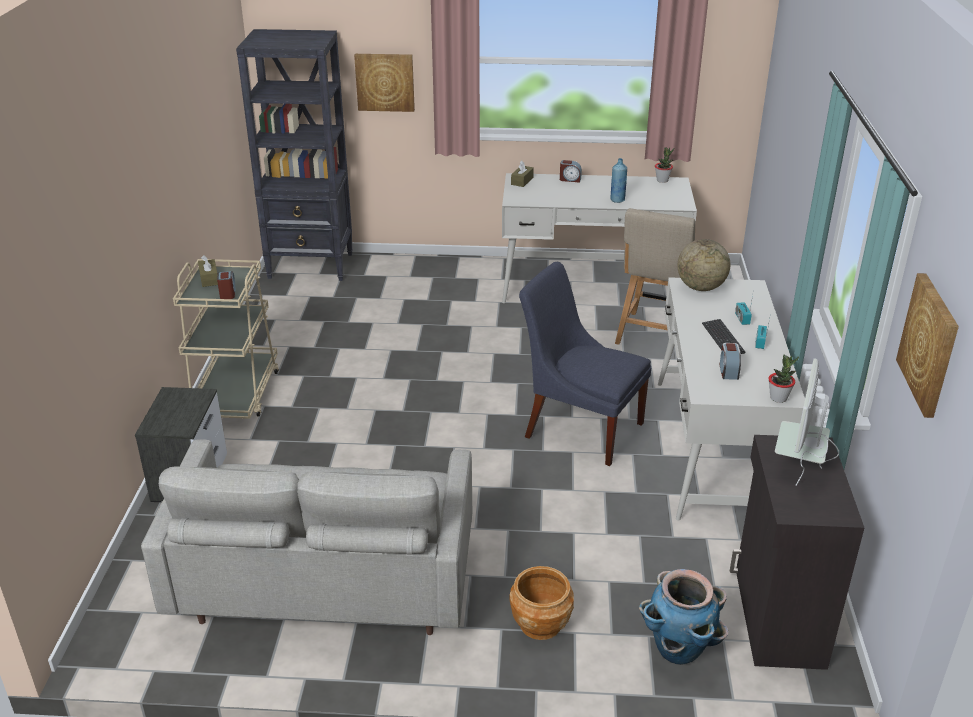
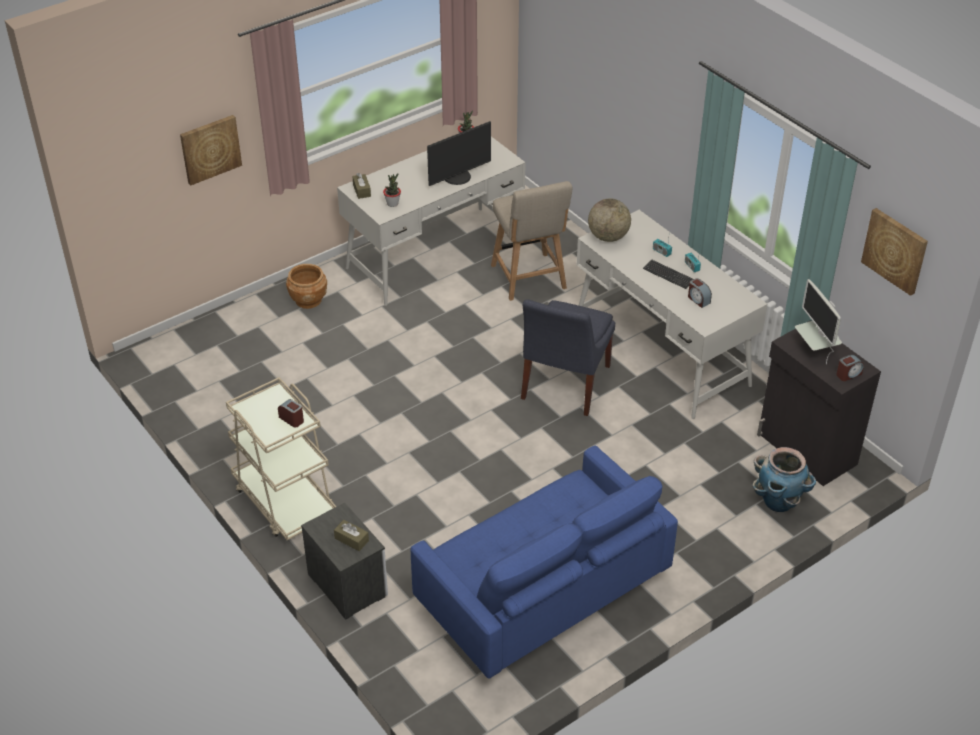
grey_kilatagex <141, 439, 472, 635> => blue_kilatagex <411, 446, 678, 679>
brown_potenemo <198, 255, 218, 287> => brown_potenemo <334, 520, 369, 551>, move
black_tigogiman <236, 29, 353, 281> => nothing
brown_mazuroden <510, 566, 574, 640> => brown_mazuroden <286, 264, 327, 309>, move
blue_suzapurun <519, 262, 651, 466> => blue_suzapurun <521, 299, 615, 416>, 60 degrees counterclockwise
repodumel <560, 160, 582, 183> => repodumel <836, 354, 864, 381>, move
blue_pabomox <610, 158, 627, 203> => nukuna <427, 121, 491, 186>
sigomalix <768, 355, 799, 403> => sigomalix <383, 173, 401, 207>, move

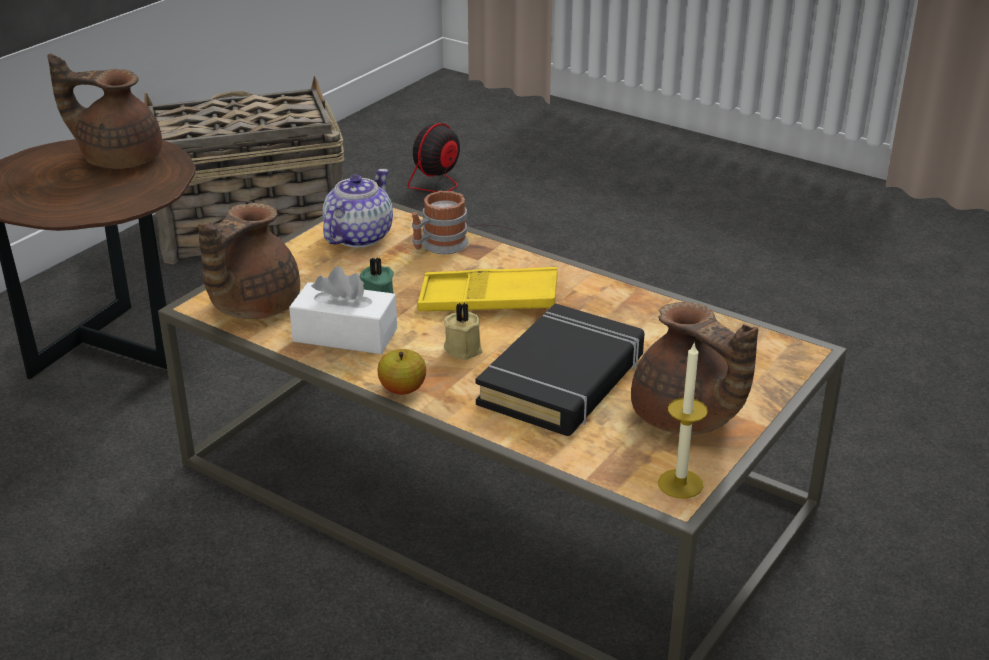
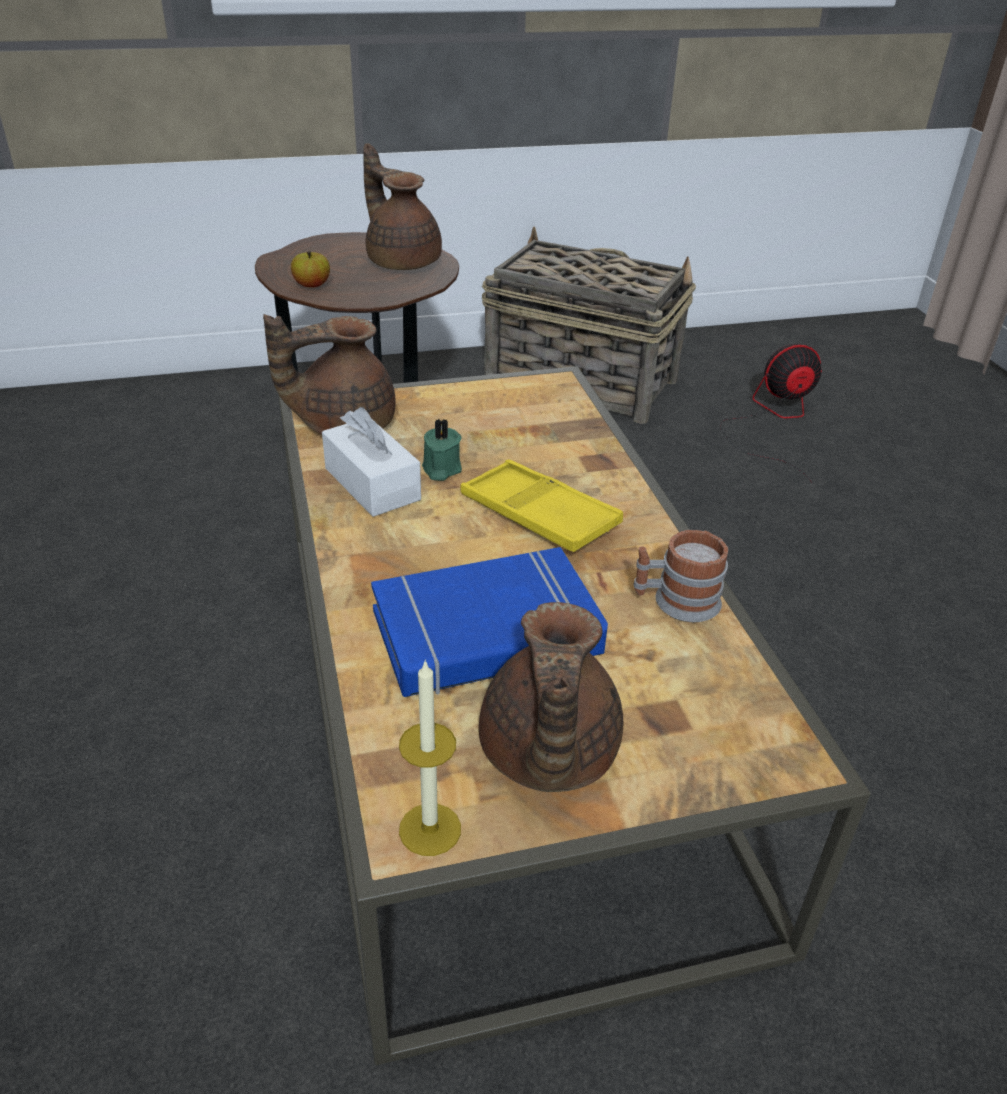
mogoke <322, 169, 393, 248> => nothing
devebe <377, 349, 426, 395> => devebe <291, 251, 330, 288>, move
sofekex <412, 191, 469, 254> => sofekex <633, 530, 728, 622>, move
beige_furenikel <443, 303, 482, 360> => nothing
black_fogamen <475, 303, 644, 436> => blue_fogamen <371, 547, 608, 697>

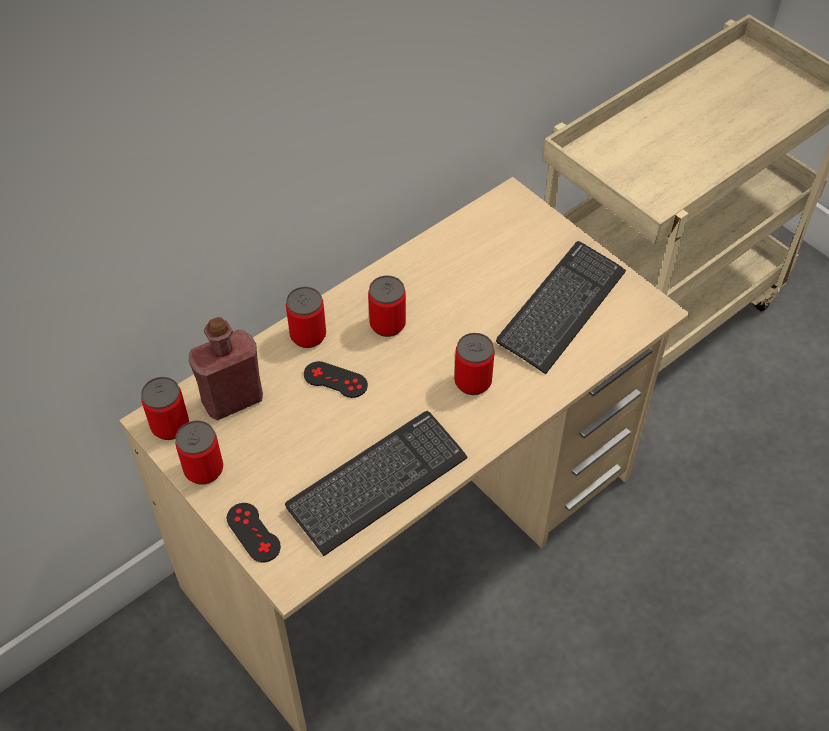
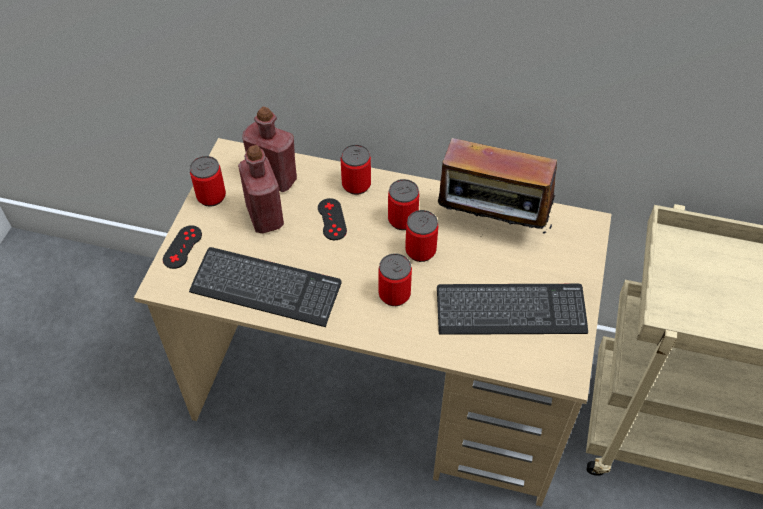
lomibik <141, 377, 189, 440> => lomibik <405, 210, 438, 262>, move
nothing => red_pabomox <238, 145, 284, 233>
nothing => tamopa <438, 131, 557, 235>

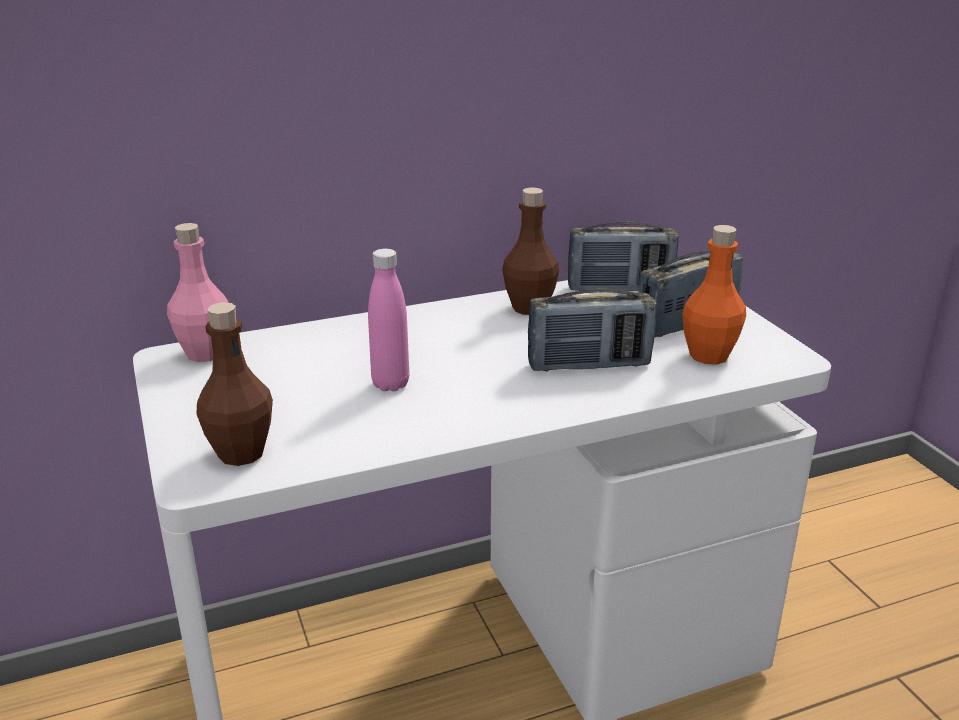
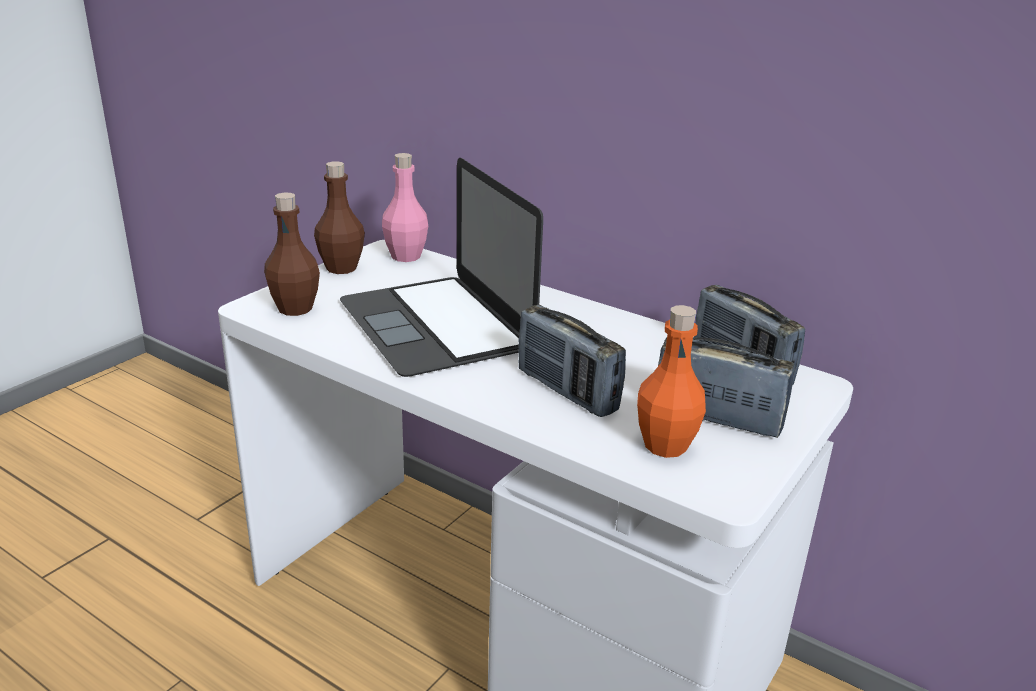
pink_pabomox <368, 249, 409, 392> => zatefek <340, 158, 543, 377>
brown_pabomox <502, 188, 559, 315> => brown_pabomox <314, 161, 365, 274>, move

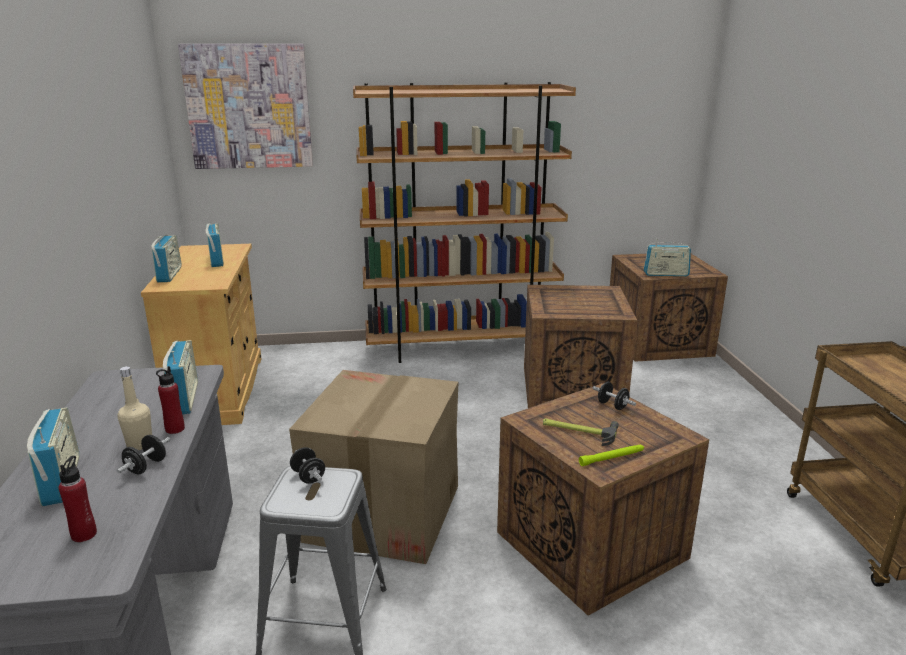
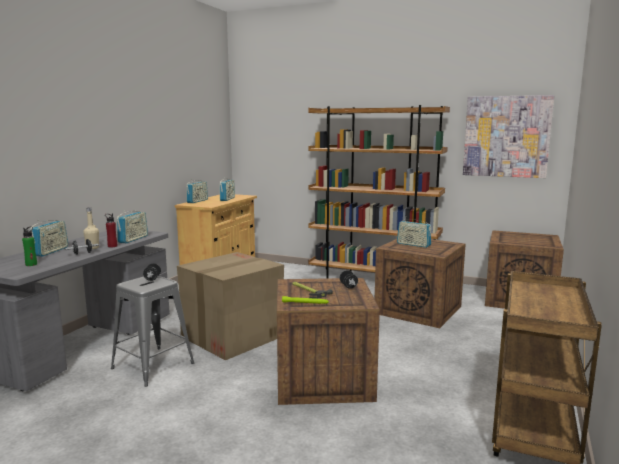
red_pabomox <59, 456, 97, 542> => green_pabomox <22, 226, 37, 266>
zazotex <178, 44, 313, 169> => zazotex <463, 95, 554, 178>, move
tamopa <644, 239, 691, 276> => tamopa <397, 216, 431, 248>, move

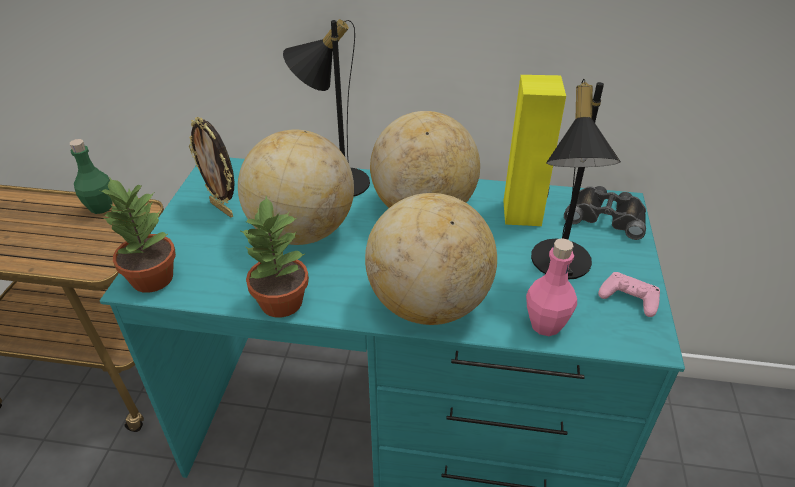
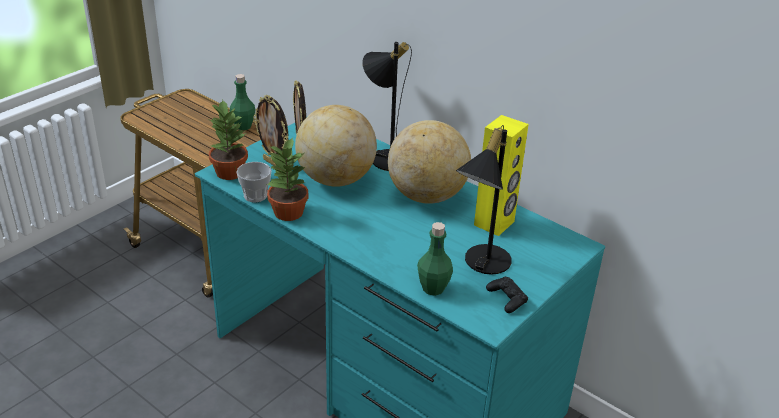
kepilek <365, 193, 497, 325> => nothing
pink_pabomox <526, 238, 577, 336> => green_pabomox <417, 222, 453, 296>
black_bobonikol <564, 186, 646, 240> => nothing
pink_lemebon <598, 272, 660, 317> => black_lemebon <486, 277, 528, 313>
nothing => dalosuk <236, 162, 272, 203>
nothing => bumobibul <253, 95, 289, 166>

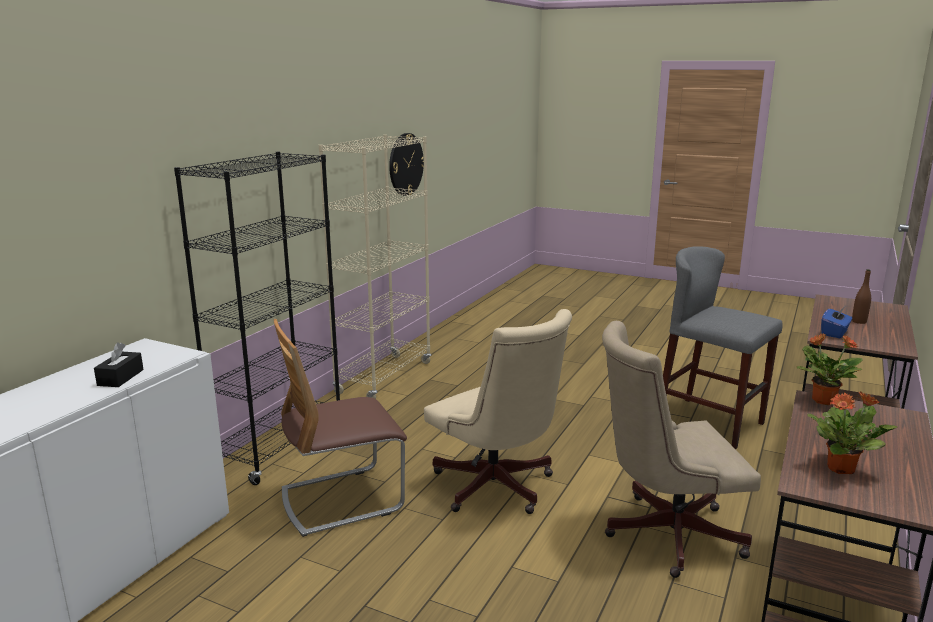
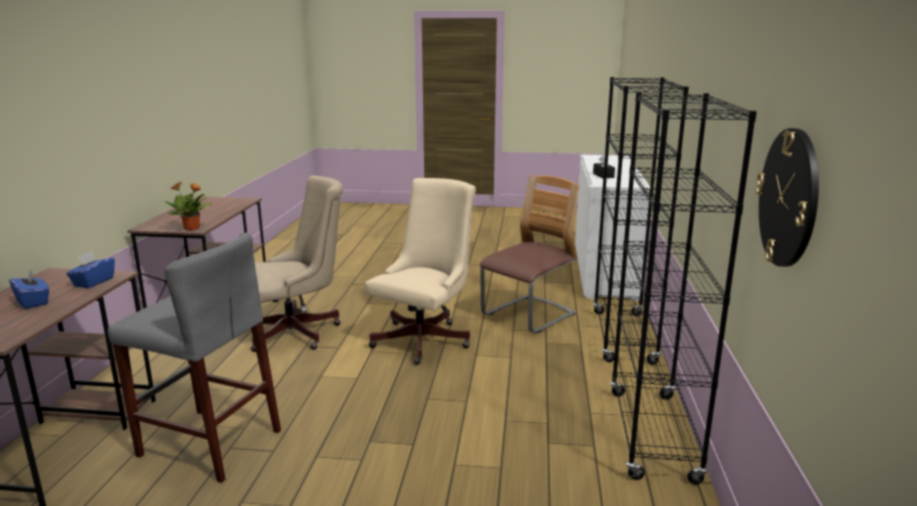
beige_tigogiman <319, 135, 431, 399> => black_tigogiman <610, 92, 757, 484>
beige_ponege <424, 309, 572, 514> => beige_ponege <365, 178, 476, 365>, 90 degrees clockwise
sigomalix <807, 391, 897, 474> => nothing
brown_pabomox <852, 269, 871, 324> => blue_potenemo <9, 270, 49, 309>

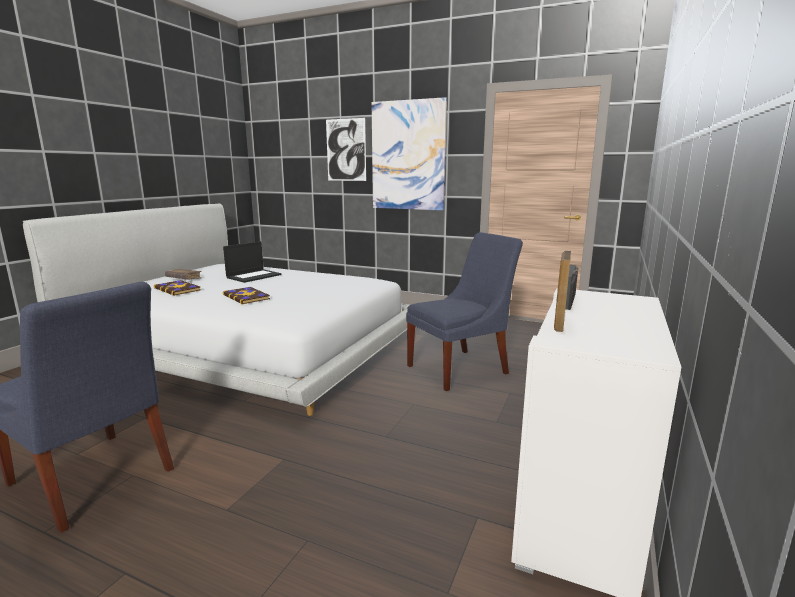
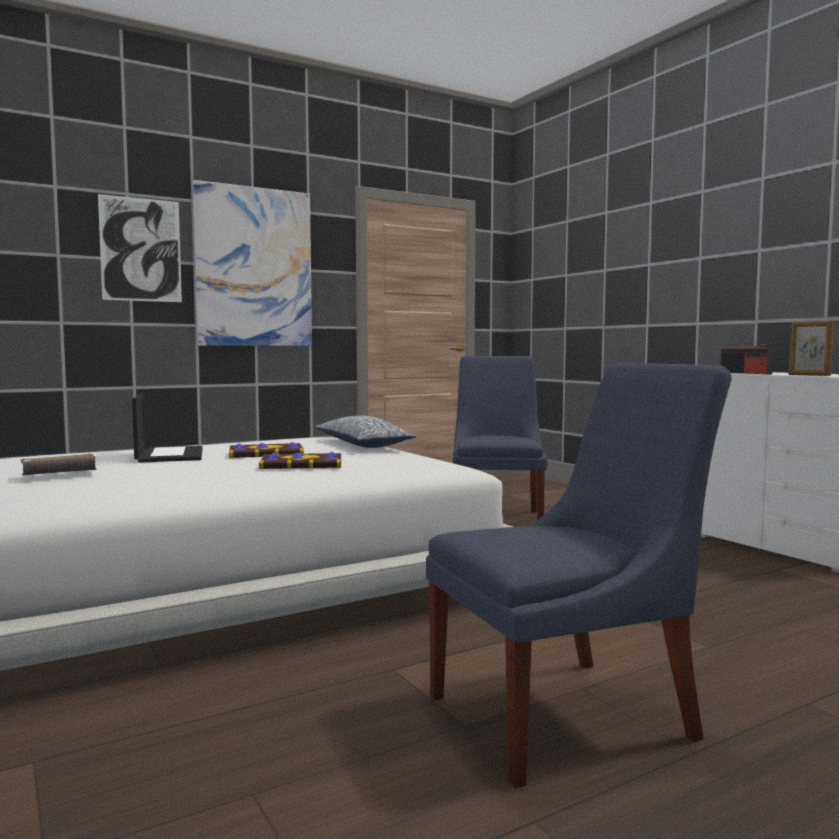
fogamen <154, 280, 201, 296> => fogamen <229, 442, 304, 458>, move
nothing => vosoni <315, 416, 416, 448>

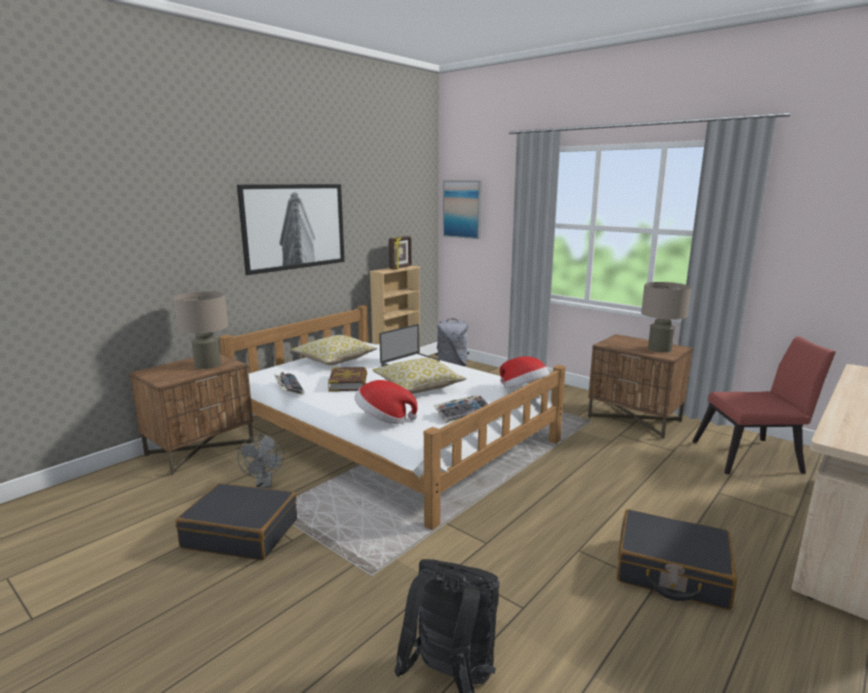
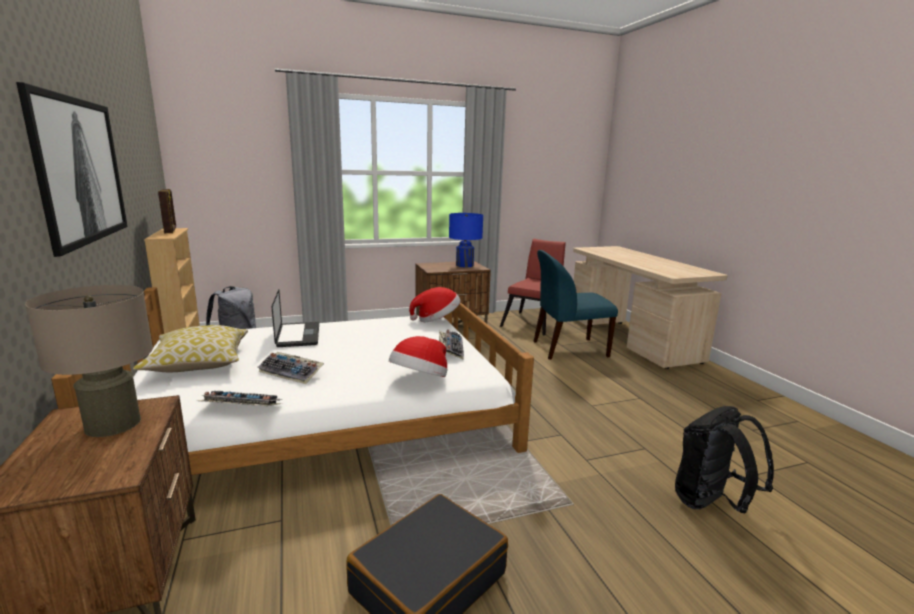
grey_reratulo <237, 435, 284, 488> => nothing
fogamen <328, 367, 367, 392> => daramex <257, 352, 324, 384>
vosoni <372, 358, 467, 394> => nothing
zazotex <443, 180, 482, 239> => nothing
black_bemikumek <617, 509, 737, 610> => nothing
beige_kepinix <641, 282, 691, 353> => blue_kepinix <449, 213, 483, 267>
nothing => blue_suzapurun <533, 250, 618, 360>

